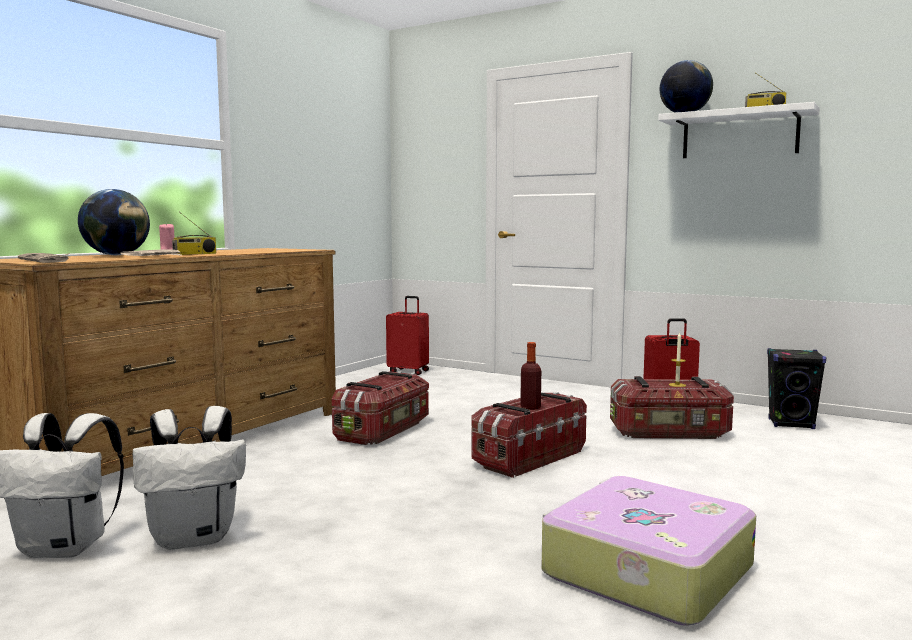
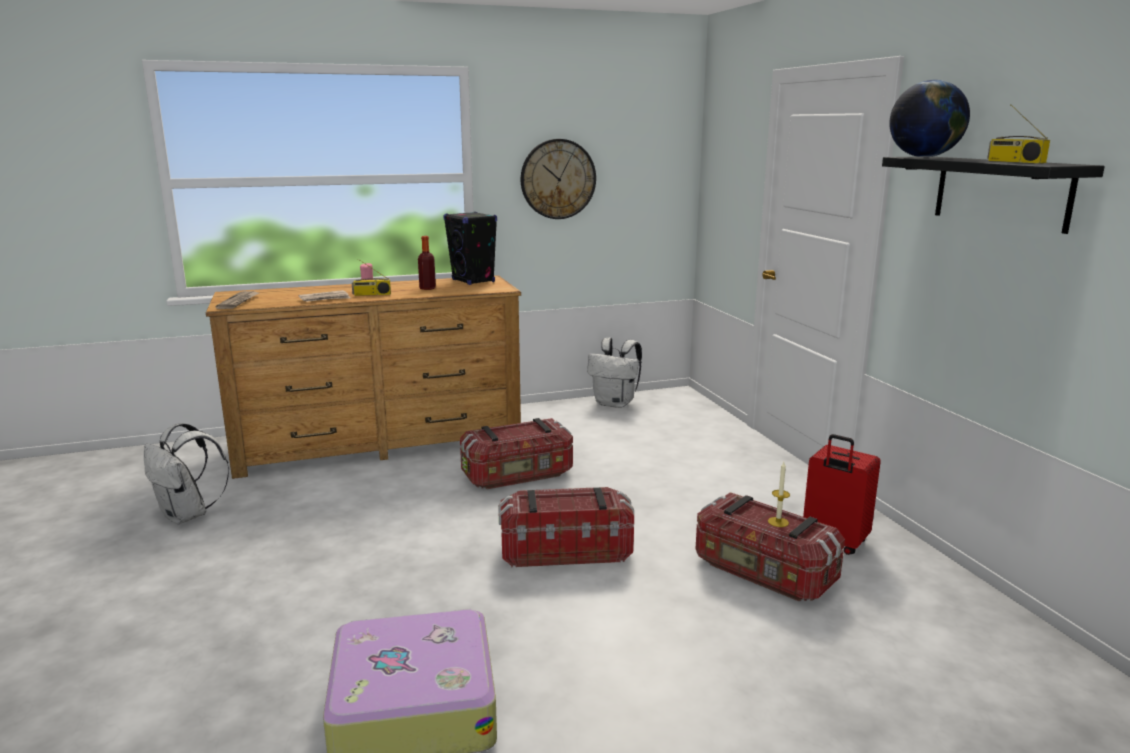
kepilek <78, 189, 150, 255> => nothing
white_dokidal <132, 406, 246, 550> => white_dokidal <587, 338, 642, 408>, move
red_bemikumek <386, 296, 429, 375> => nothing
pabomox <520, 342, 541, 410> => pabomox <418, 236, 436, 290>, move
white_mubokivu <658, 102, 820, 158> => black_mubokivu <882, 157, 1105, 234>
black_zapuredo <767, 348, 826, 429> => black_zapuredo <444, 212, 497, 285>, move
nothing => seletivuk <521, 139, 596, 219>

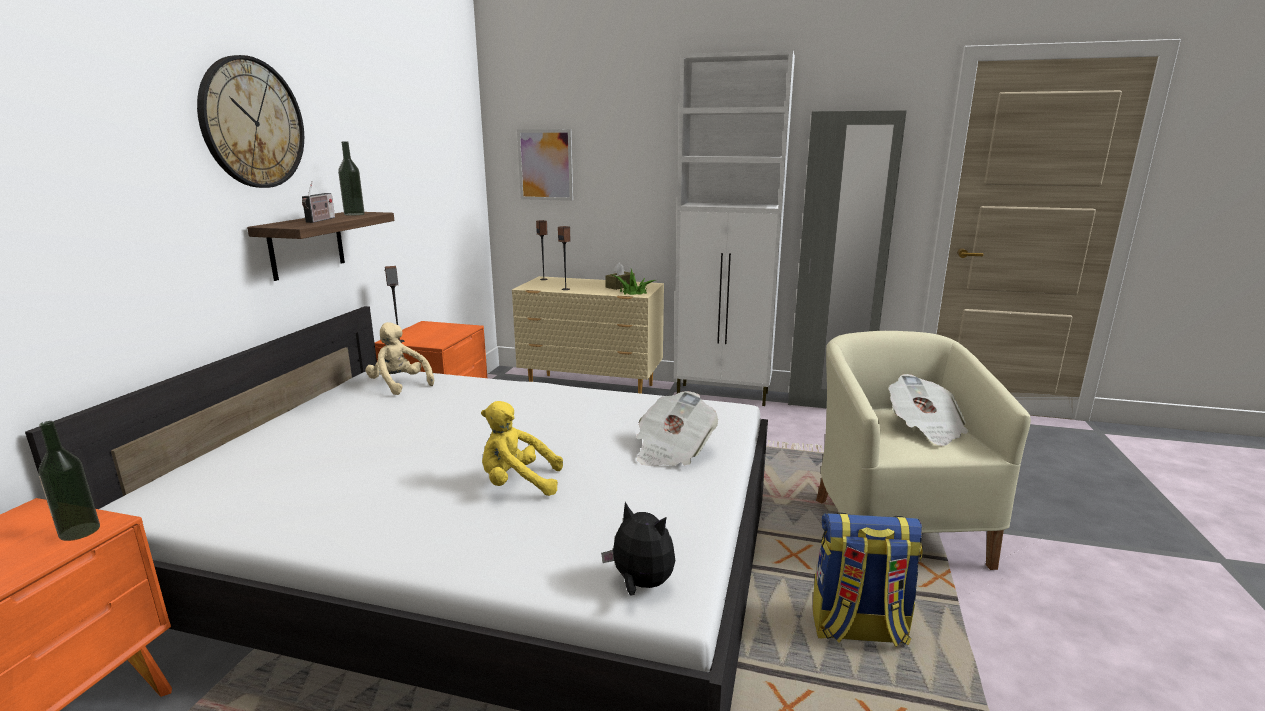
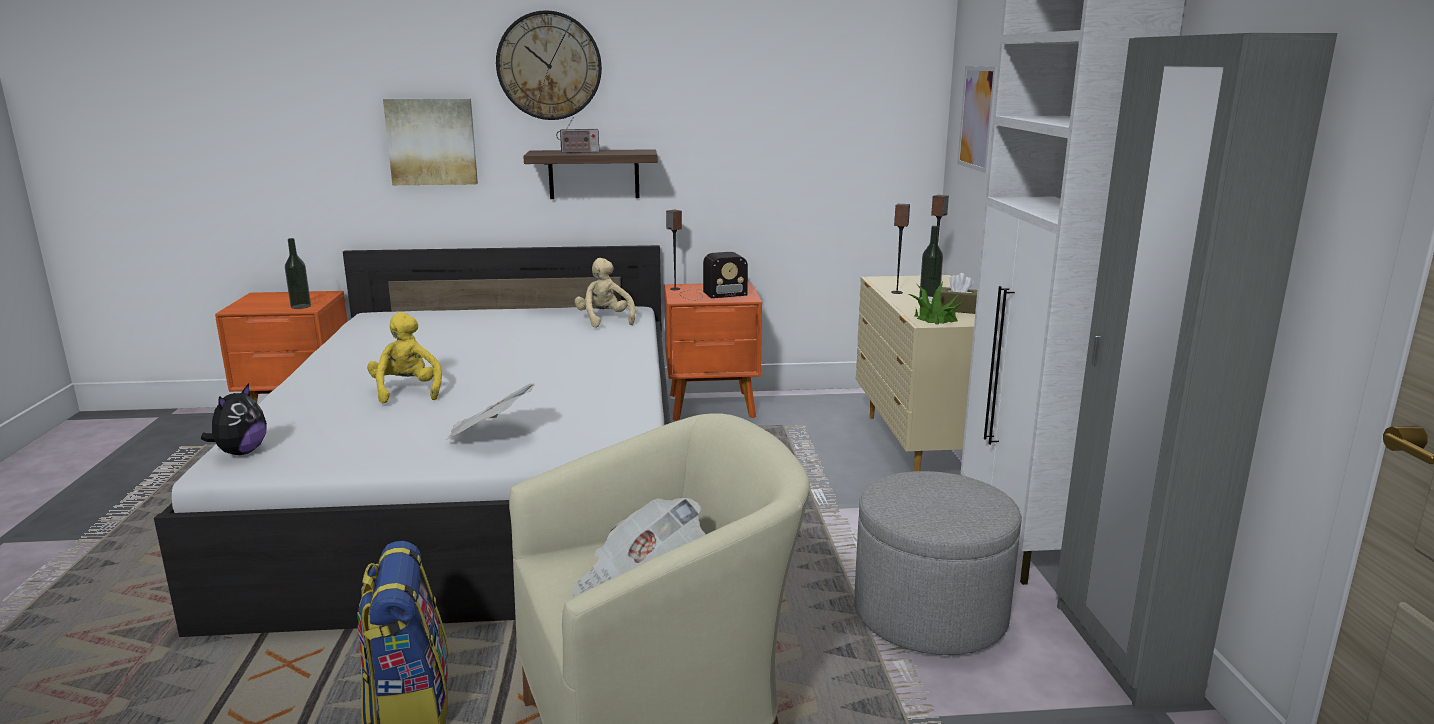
pabomox <338, 141, 365, 216> => pabomox <919, 226, 943, 302>, move
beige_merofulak <366, 322, 434, 395> => beige_merofulak <575, 258, 635, 328>, 45 degrees counterclockwise
nothing => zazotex <383, 99, 478, 185>
nothing => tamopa <680, 252, 748, 300>
nothing => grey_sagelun <854, 471, 1022, 655>

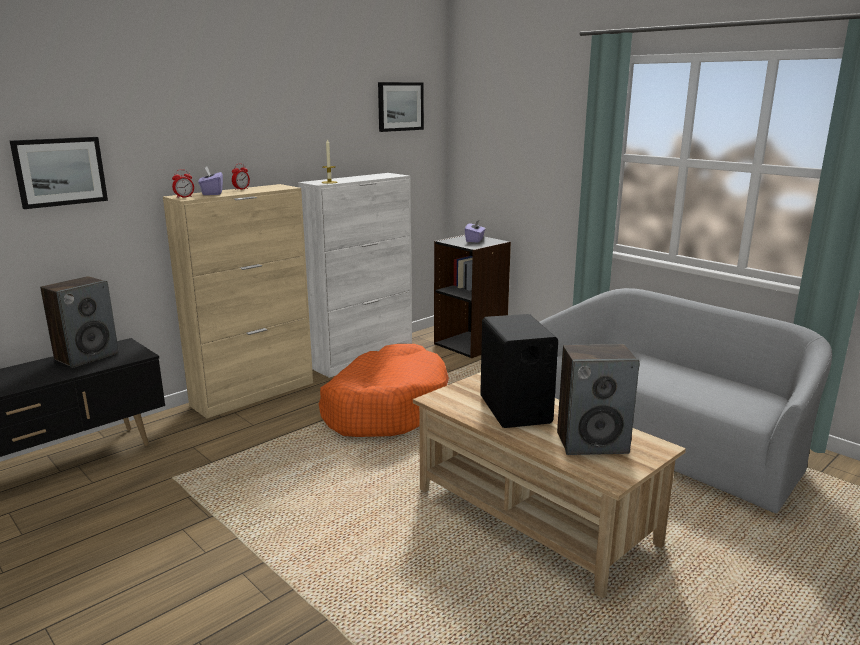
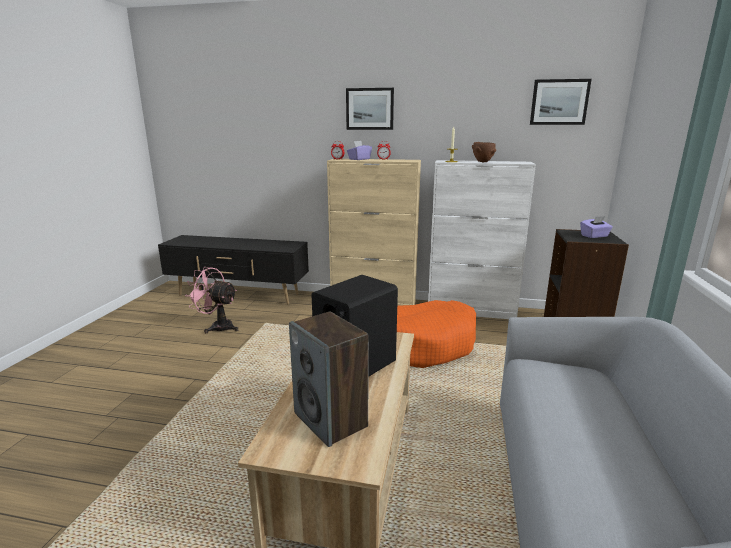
zazotex <10, 137, 108, 209> => zazotex <346, 88, 394, 130>, move
zapuredo <40, 276, 119, 368> => nothing
nothing => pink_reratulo <185, 267, 238, 333>
nothing => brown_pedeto <472, 142, 496, 162>

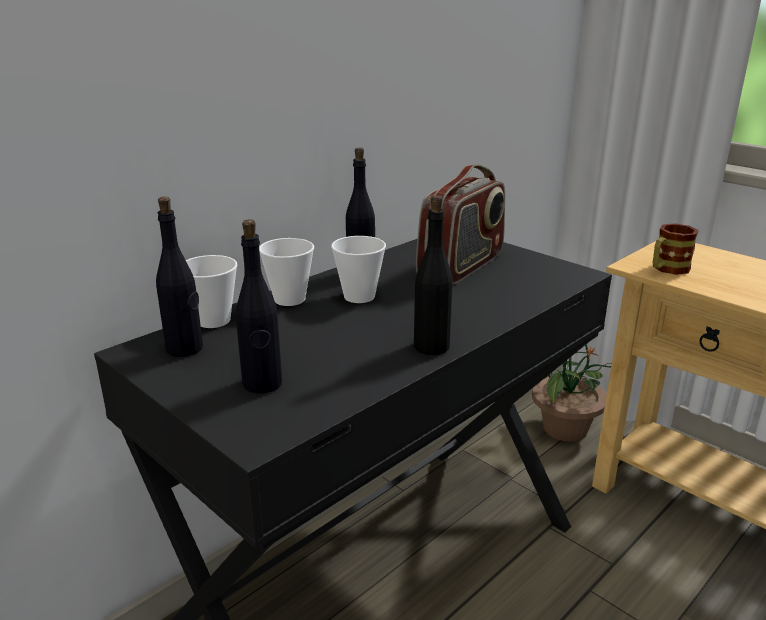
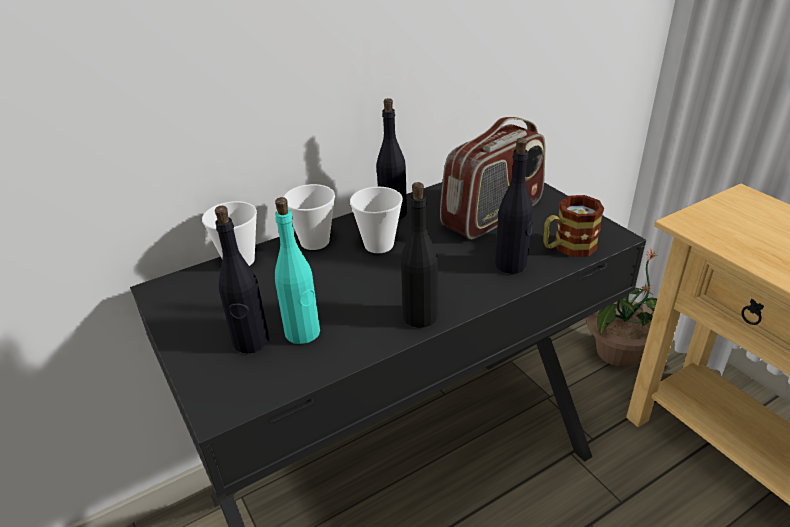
black_pabomox <156, 197, 203, 357> => black_pabomox <495, 138, 533, 274>, move
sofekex <653, 223, 699, 275> => sofekex <543, 195, 604, 257>, move
nothing => turquoise_pabomox <275, 197, 320, 344>

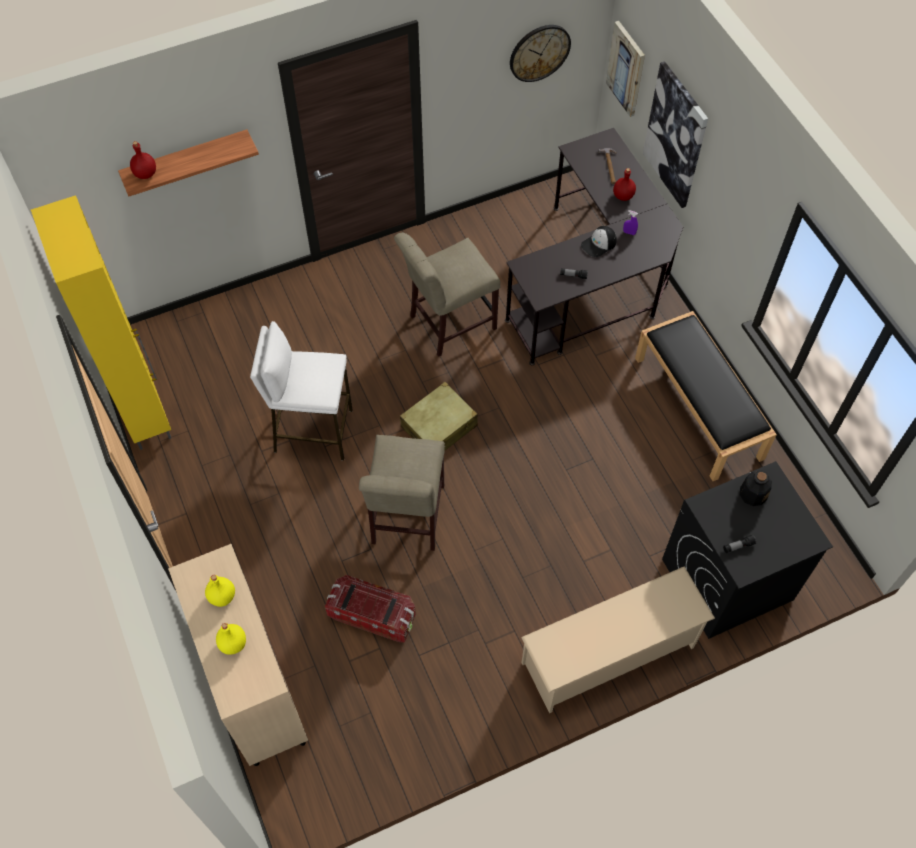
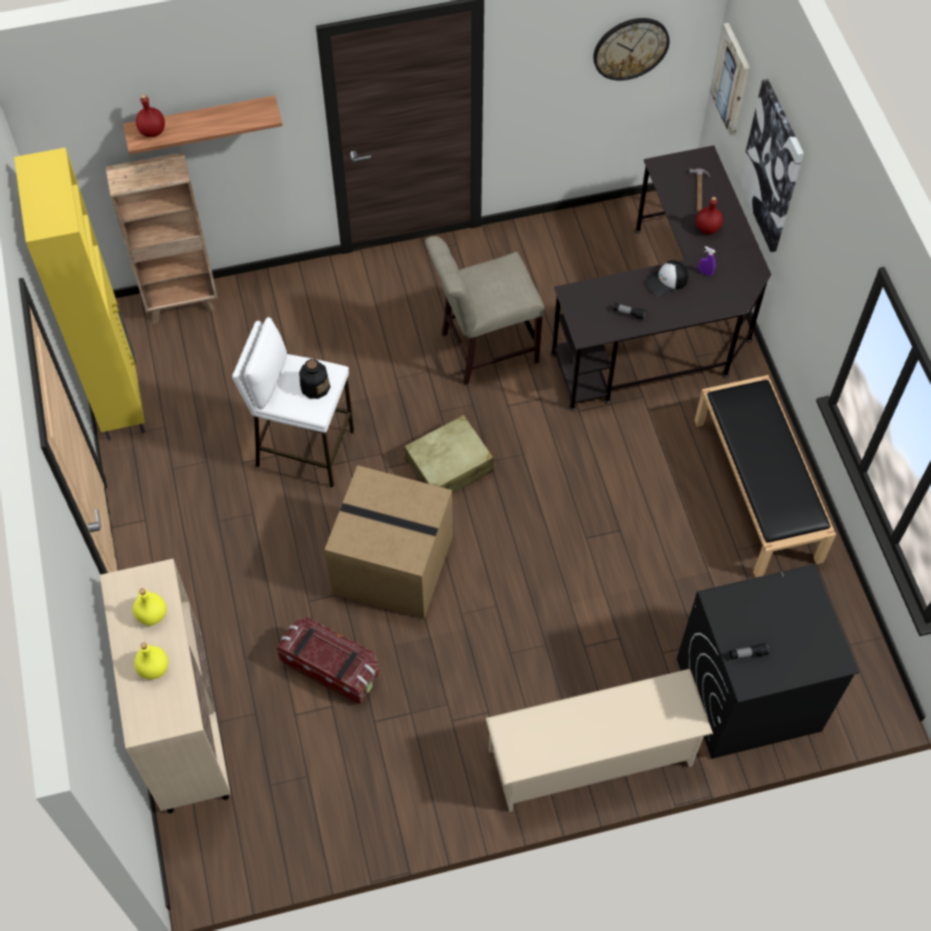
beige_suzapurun <359, 435, 445, 551> => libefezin <324, 465, 453, 619>
pabomox <740, 471, 772, 506> => pabomox <299, 359, 330, 399>, move
nothing => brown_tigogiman <105, 152, 218, 324>

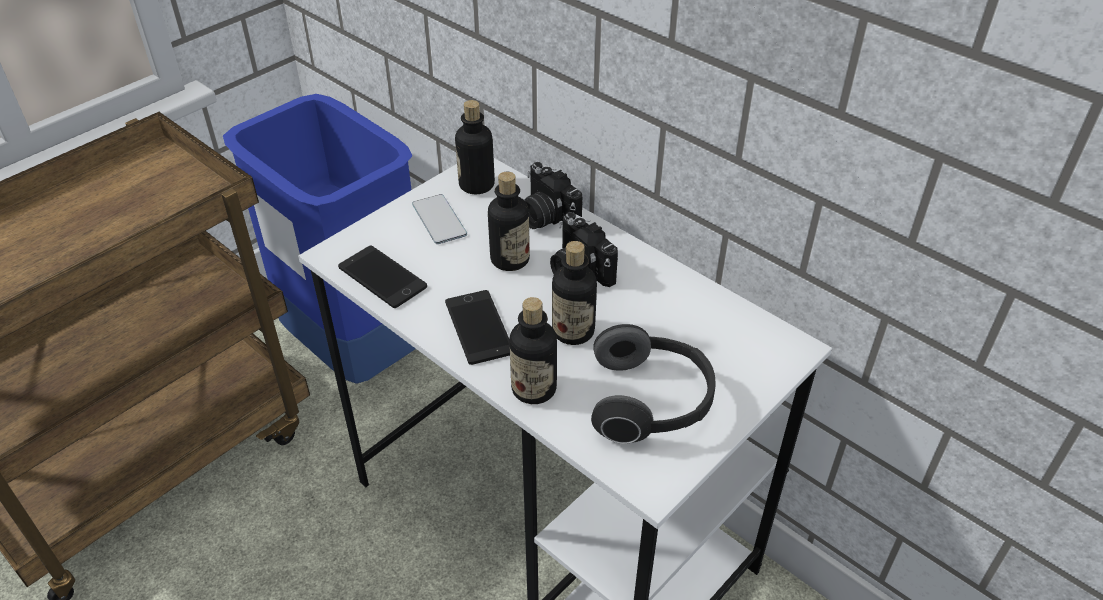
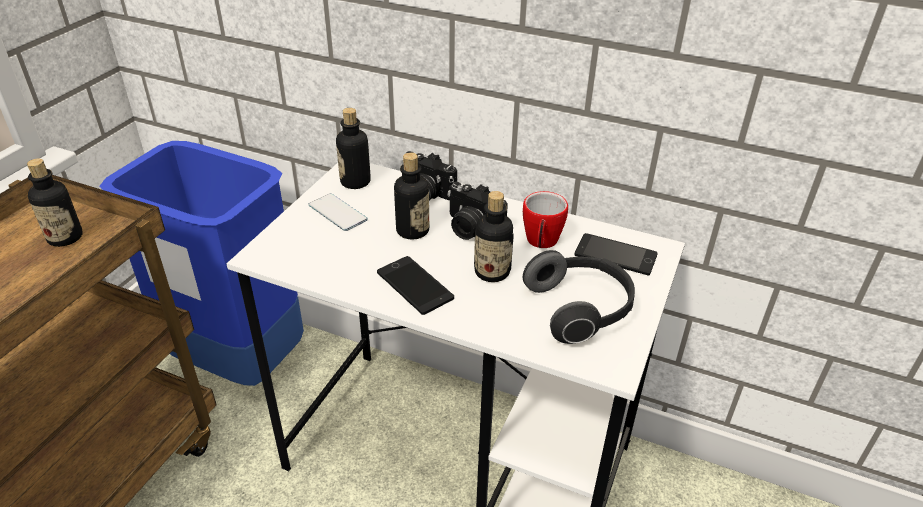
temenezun <338, 246, 427, 308> => temenezun <575, 233, 658, 276>, move
pabomox <509, 297, 557, 404> => pabomox <27, 159, 83, 247>, move
nothing => sofekex <523, 191, 568, 248>

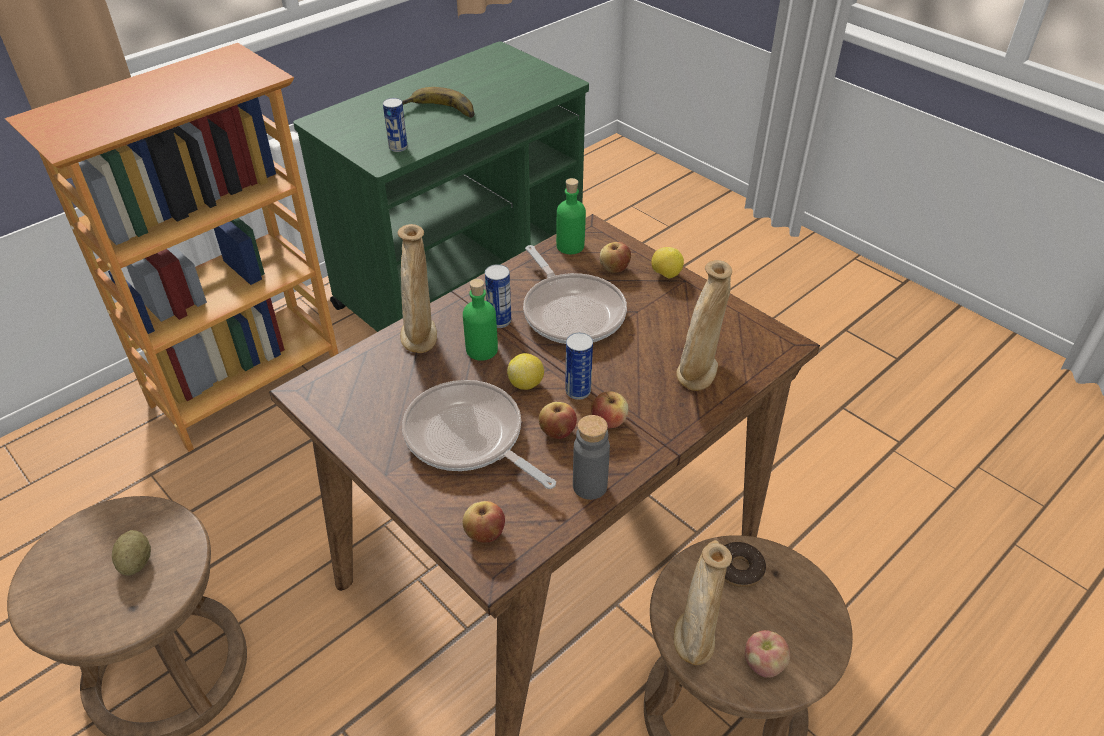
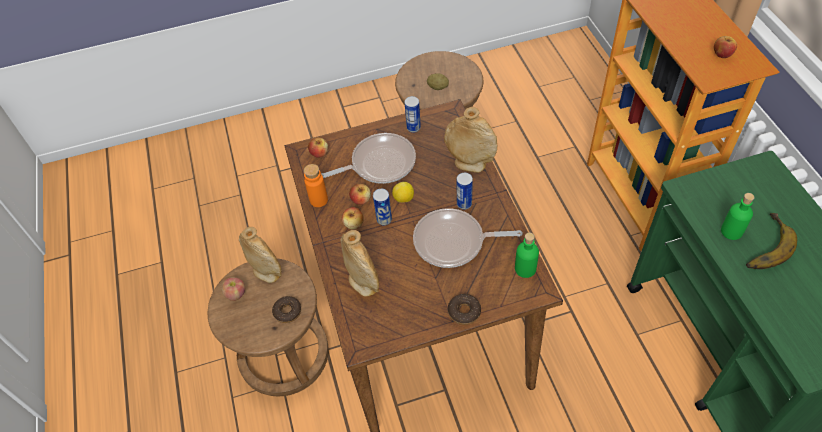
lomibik <383, 98, 408, 152> => lomibik <405, 96, 421, 133>, move
green_pabomox <463, 278, 498, 361> => green_pabomox <721, 193, 755, 240>, move
grey_pabomox <573, 415, 610, 500> => orange_pabomox <304, 164, 328, 207>
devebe <600, 242, 631, 273> => devebe <714, 36, 737, 58>, move
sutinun <651, 247, 684, 279> => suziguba <448, 294, 481, 325>

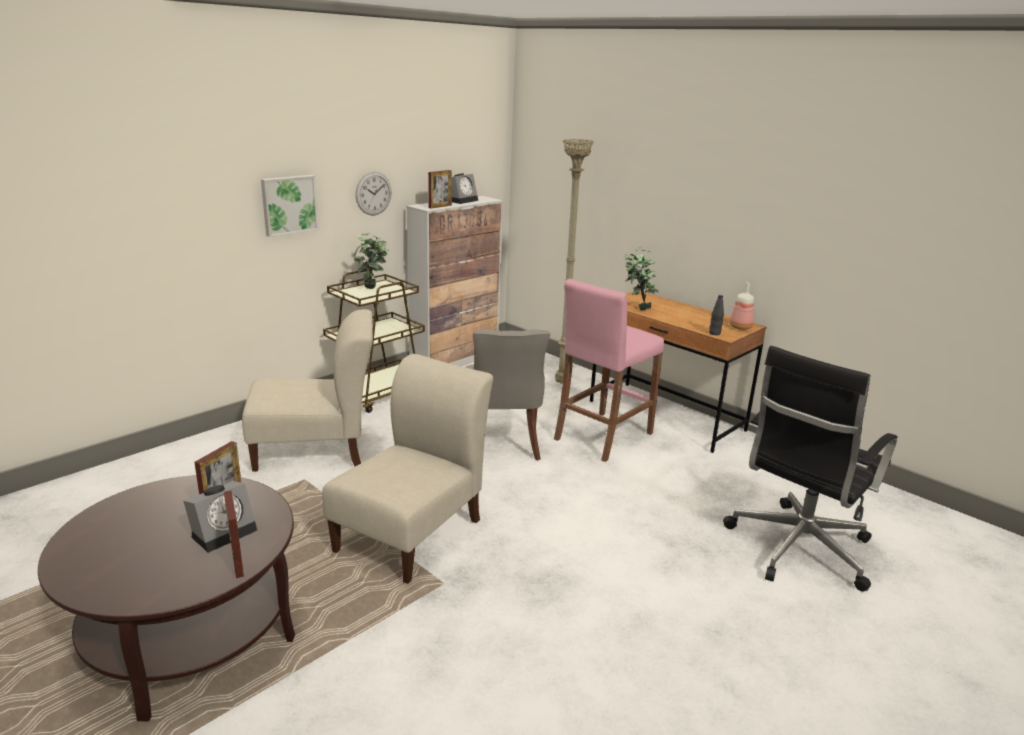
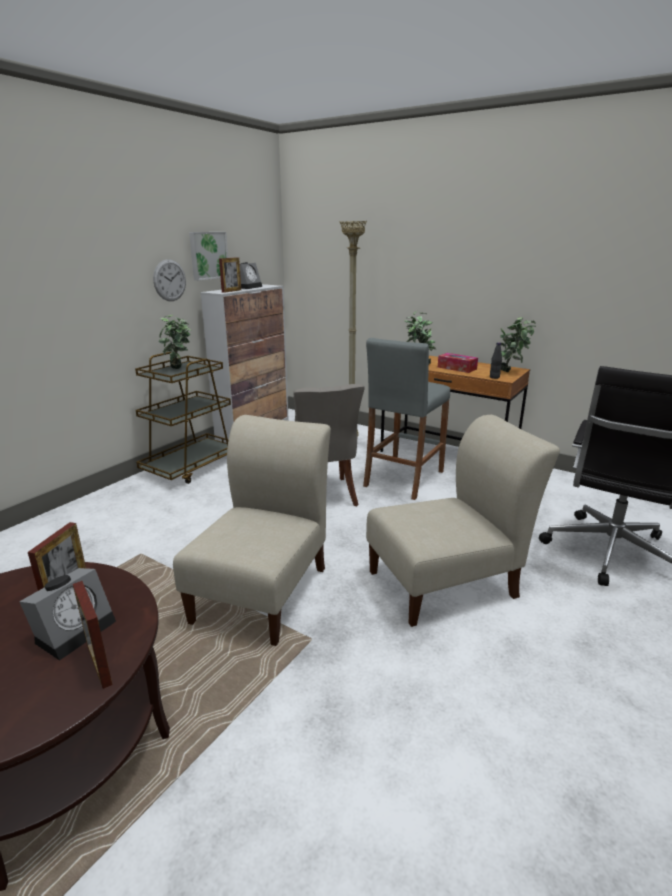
beige_suzapurun <242, 309, 373, 472> => beige_suzapurun <366, 415, 560, 627>, move
zazotex <261, 175, 319, 237> => zazotex <189, 232, 228, 281>, move
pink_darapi <554, 279, 664, 462> => grey_darapi <363, 338, 450, 500>
pabomox <730, 282, 754, 330> => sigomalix <496, 317, 536, 372>
nothing => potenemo <438, 353, 478, 373>

